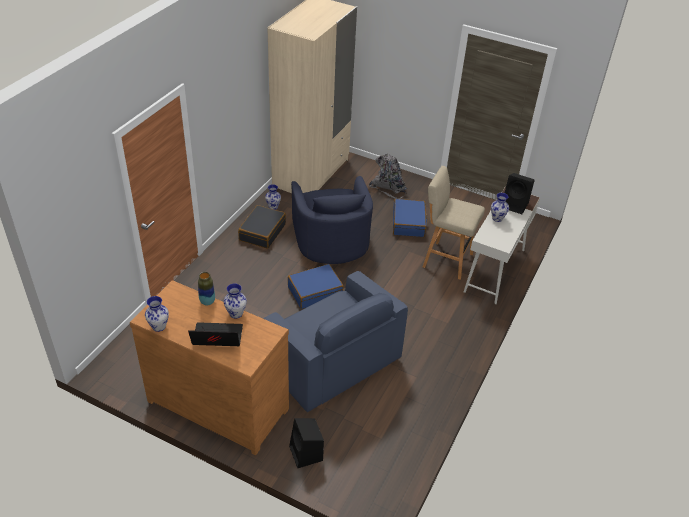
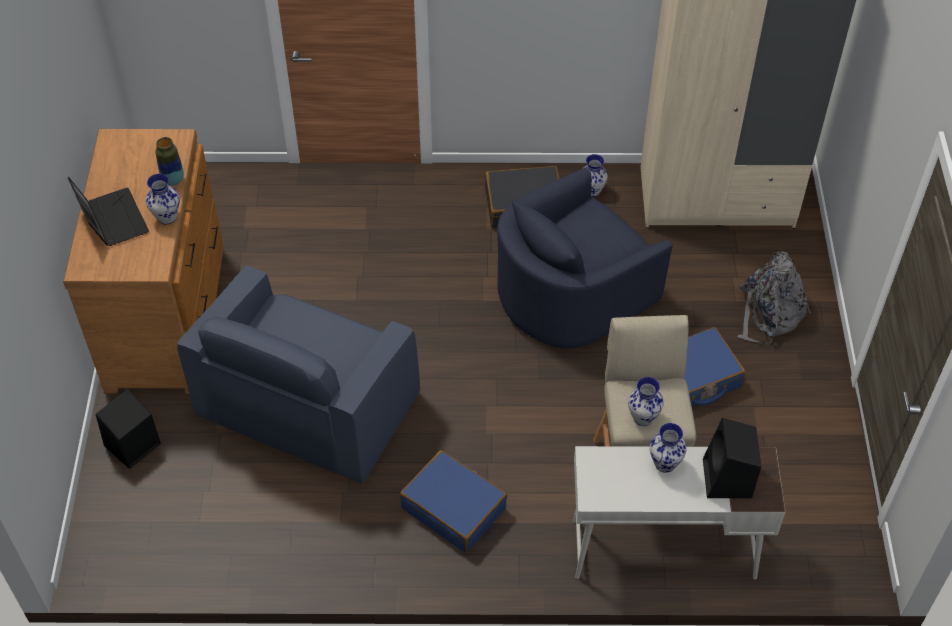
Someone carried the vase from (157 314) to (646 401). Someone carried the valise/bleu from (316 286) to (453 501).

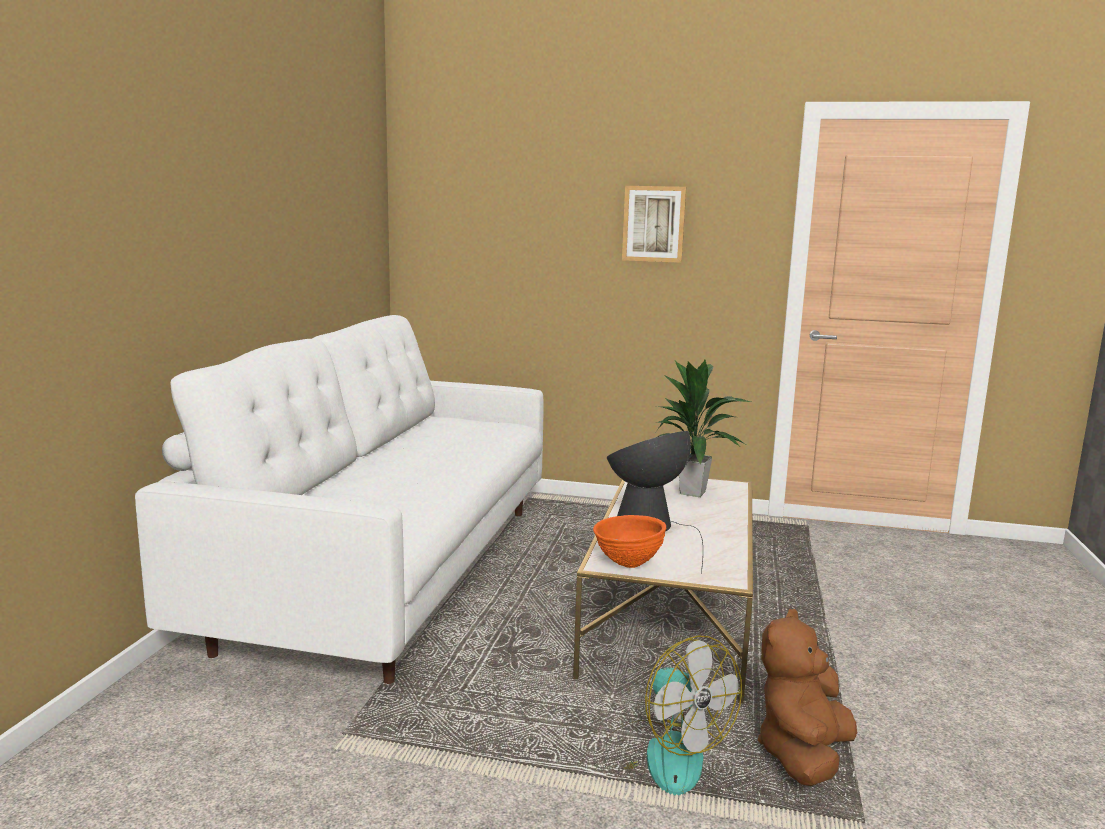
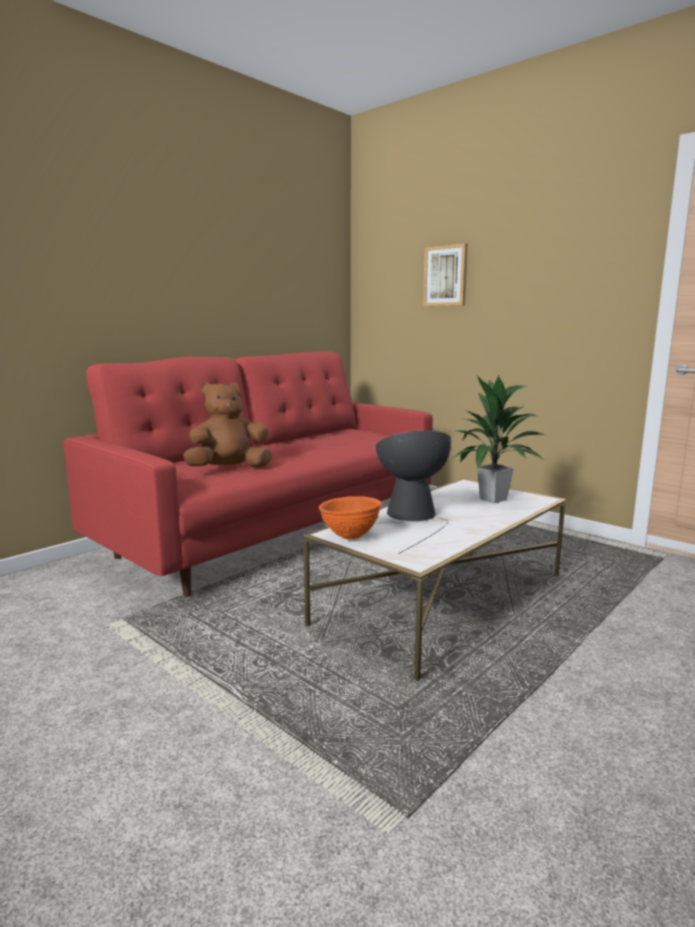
Someone took away the ventilateur at (674 715). Someone carried the tableau from (654 224) to (445 274). Someone carried the peluche/marron from (807 697) to (227 425). Someone repainted the canapé/blanc at (339 499), which became the canapé/rouge at (248 474).

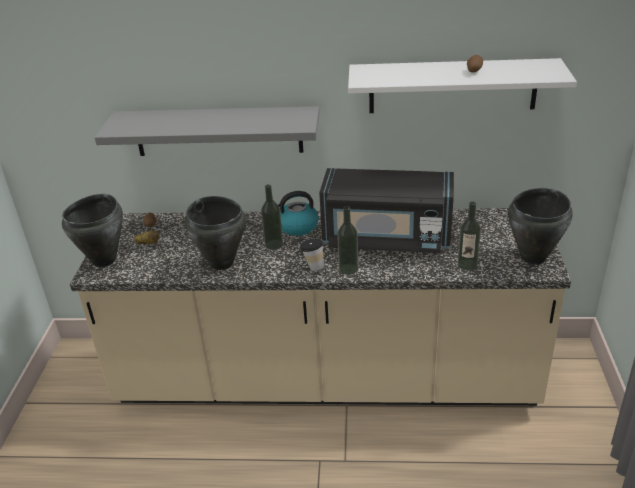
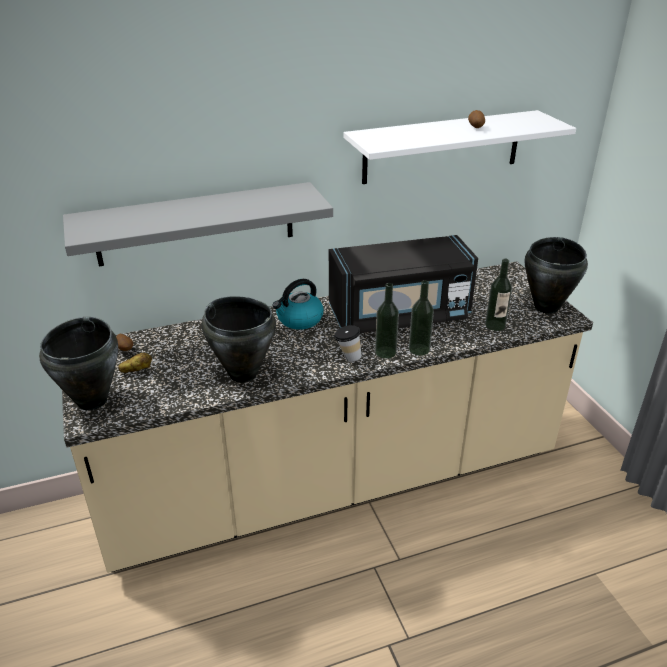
Someone carried the bouteille from (272 217) to (421 318).

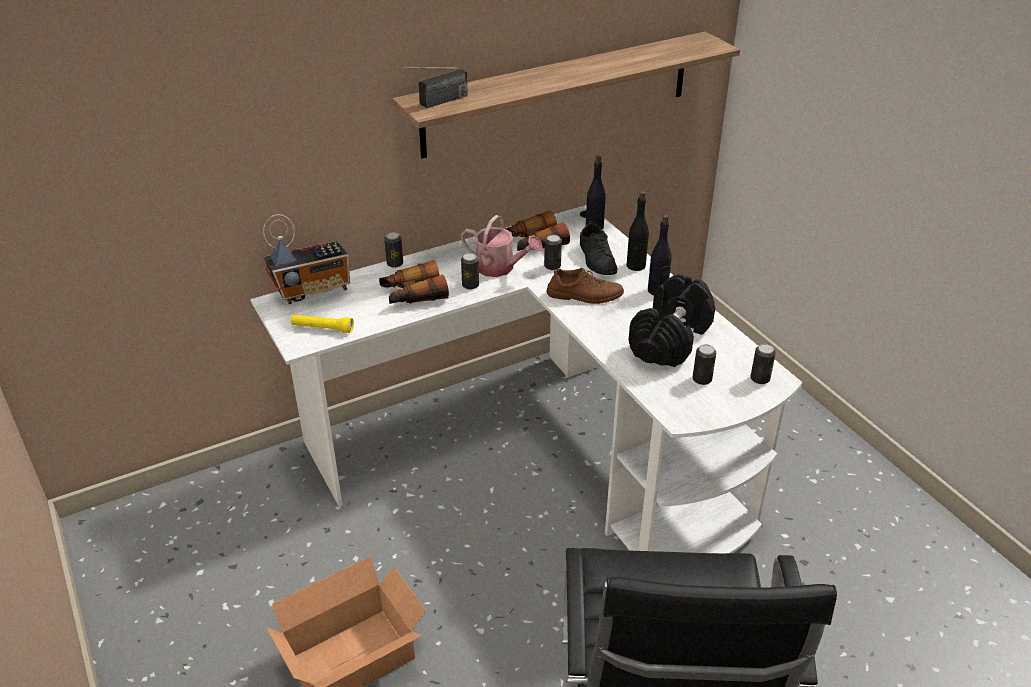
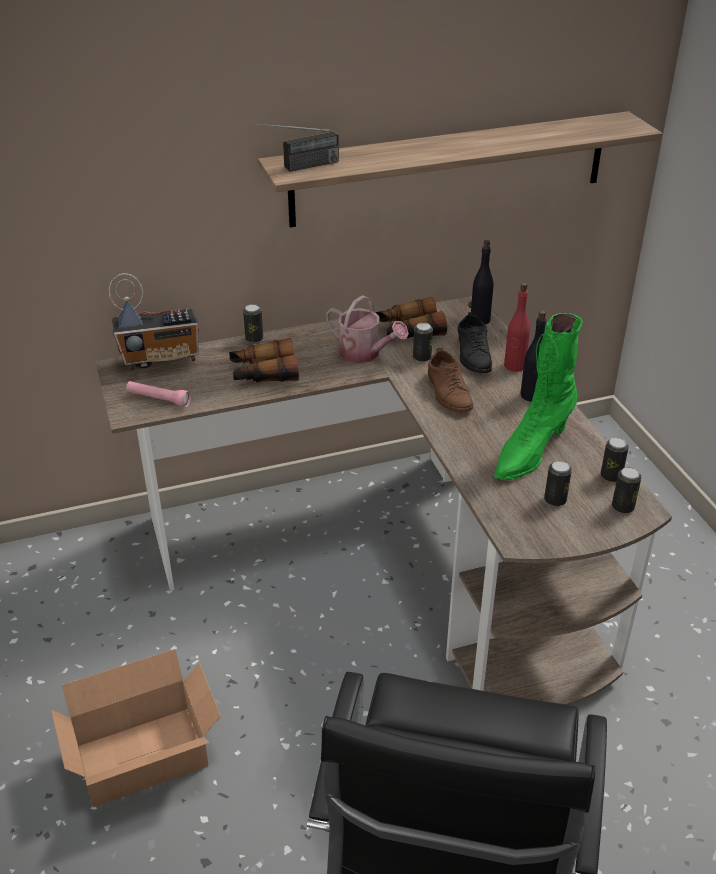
Someone carried the boîte métallique from (470 271) to (615 459). Someone swapped the haltère/noir at (672 320) for the botte/vert at (538 396). Someone repainted the bureau/blanc at (526 379), which became the bureau/marron at (383 500). Someone repainted the lampe de poche/jaune at (322 323), which became the lampe de poche/rose at (158 394). Someone repainted the bouteille/noir at (638 231), which became the bouteille/rouge at (517 327). Someone rotated the chaussure/marron at (585 286) by 60 degrees clockwise.

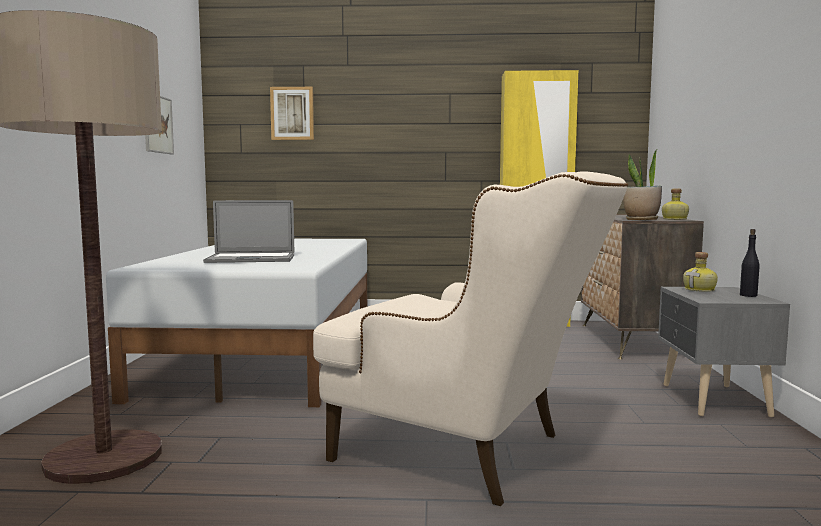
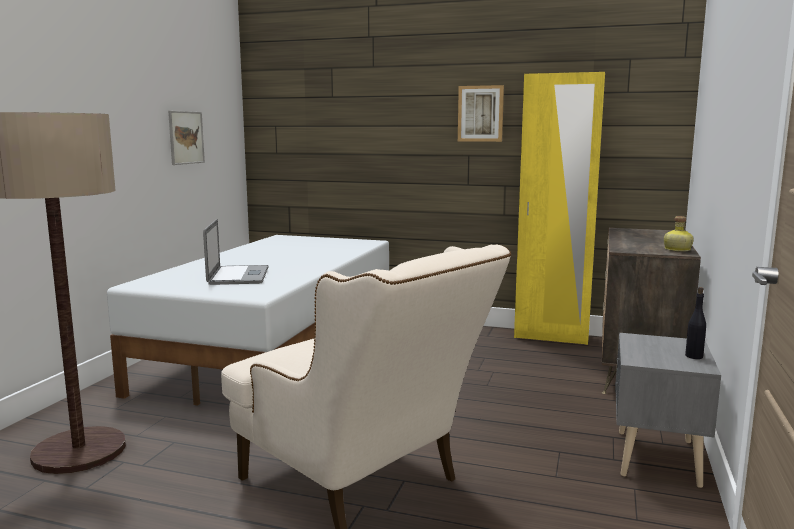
Someone took away the plante en pot at (642 184). Someone took away the bouteille at (700 272). Someone carried the tableau from (292 113) to (481 113). Someone rotated the ordinateur portable at (248 231) by 105 degrees counterclockwise.

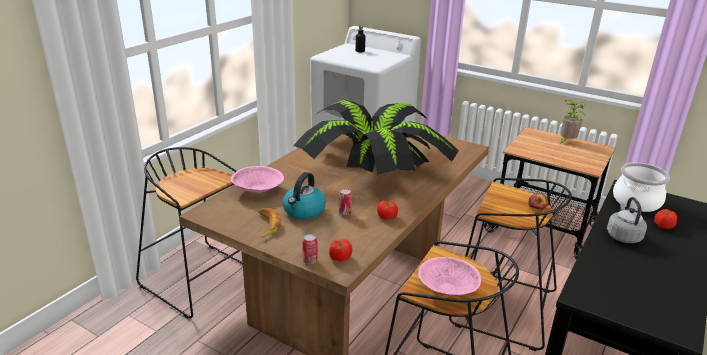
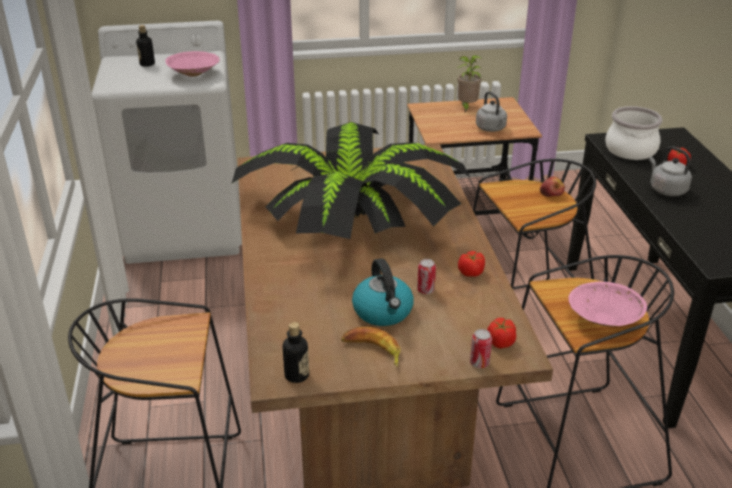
Someone put down the bouteille at (296 352). Someone put down the bouilloire/gris at (491 111). Someone carried the bol/rose from (257 179) to (192 64).

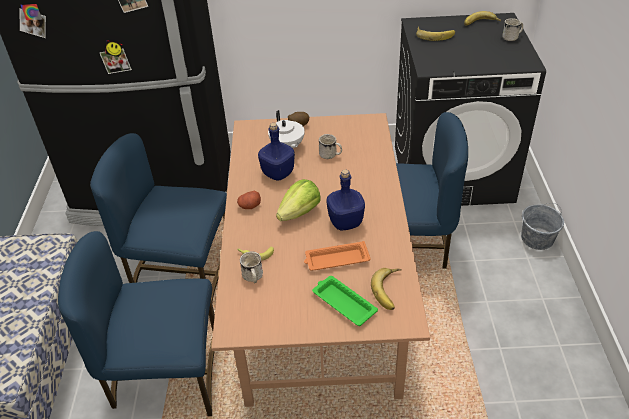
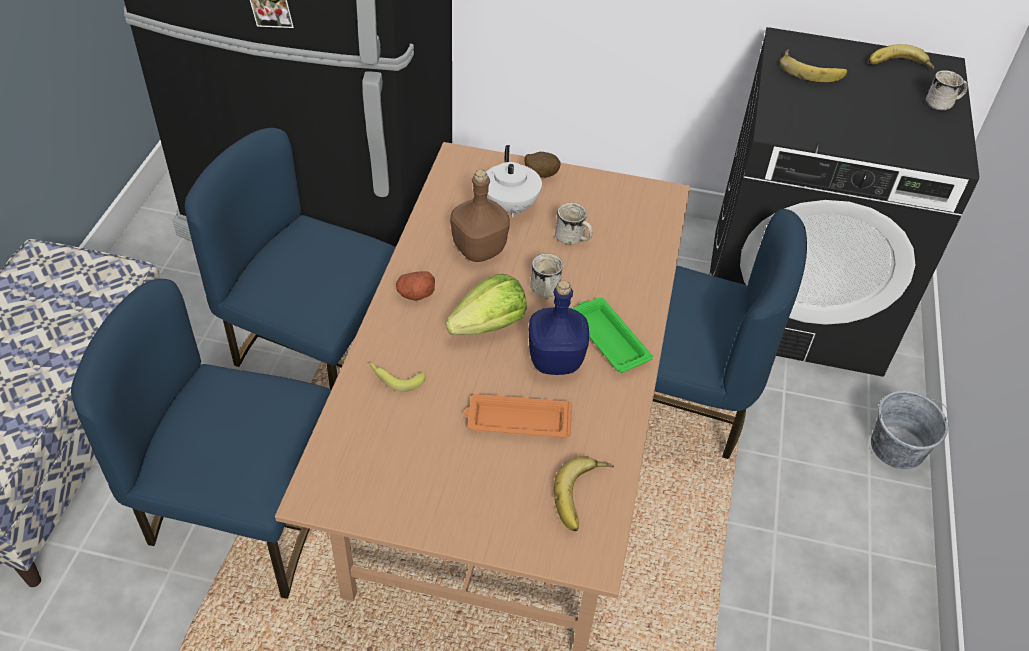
Someone carried the mug/blanc from (251 267) to (546 276). Someone carried the plateau/vert from (345 301) to (612 335). Someone repainted the bouteille/bleu at (276 151), which became the bouteille/marron at (480 216).

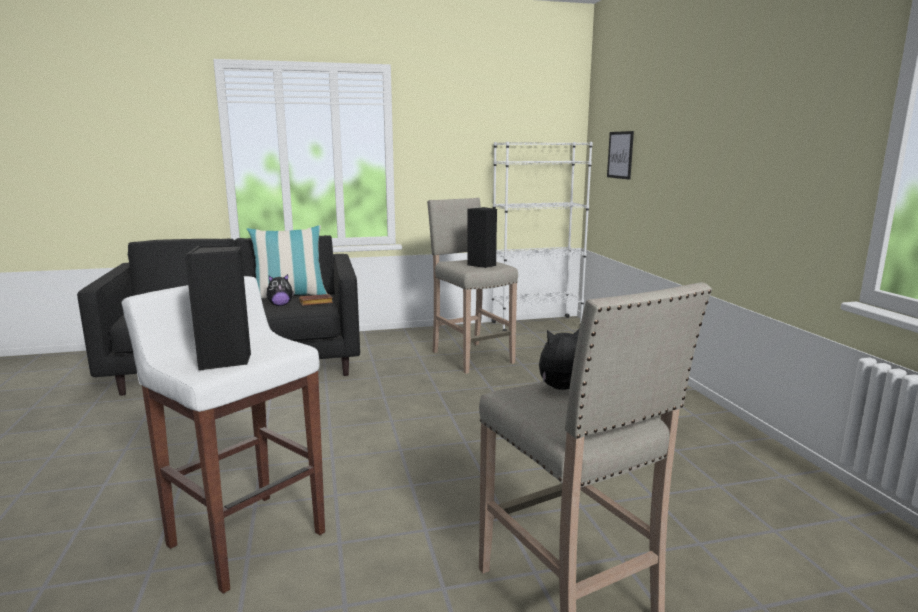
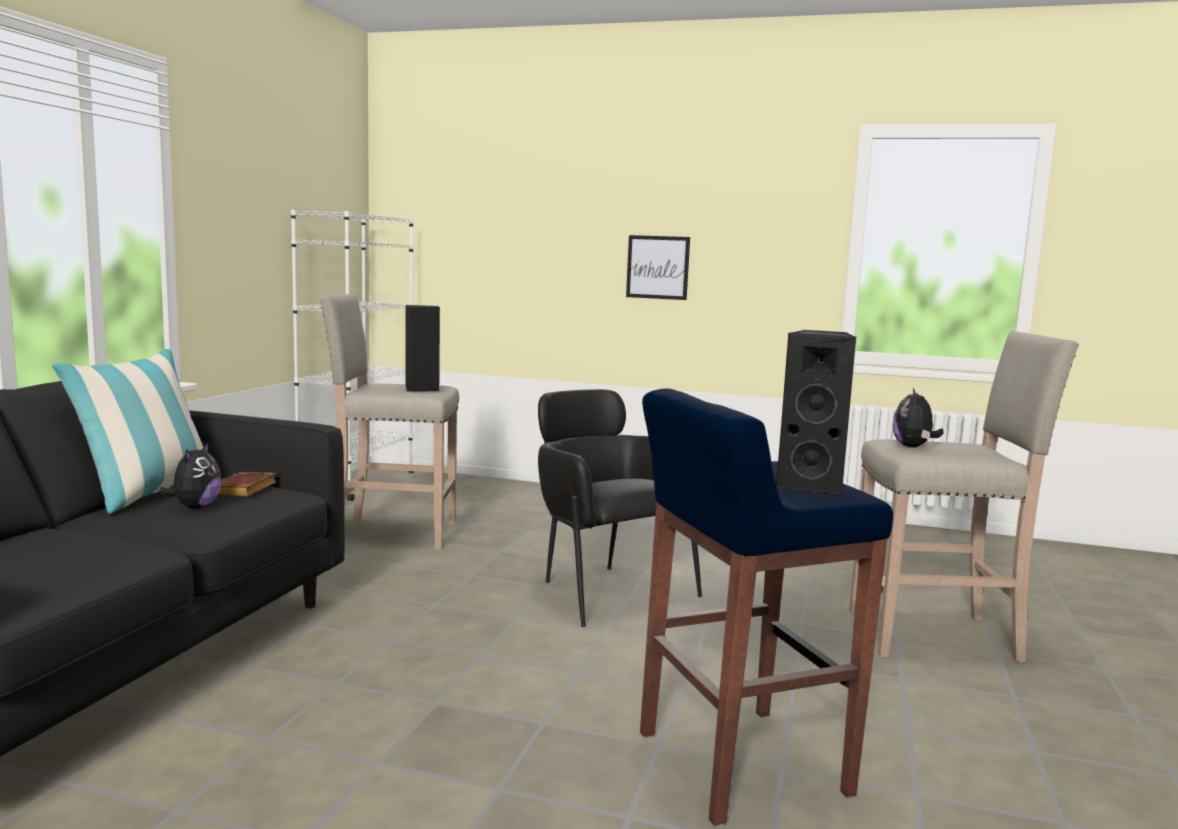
Someone put down the fauteuil/noir at (620 508). Someone carried the tableau from (620 155) to (658 267). Someone repainted the tabouret/blanc at (223 435), which became the tabouret/bleu at (766 607).

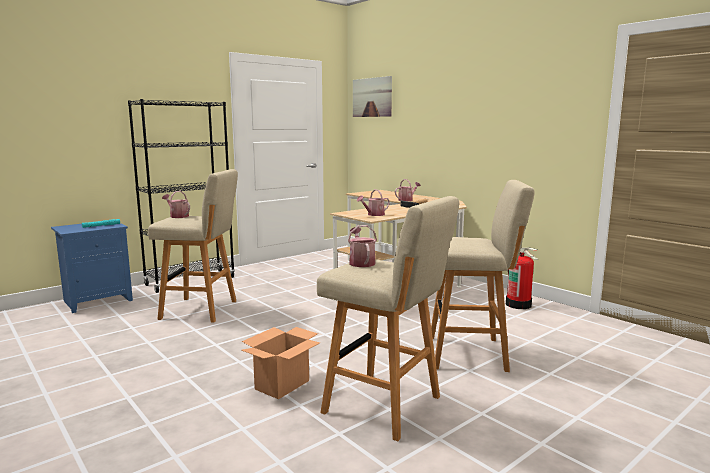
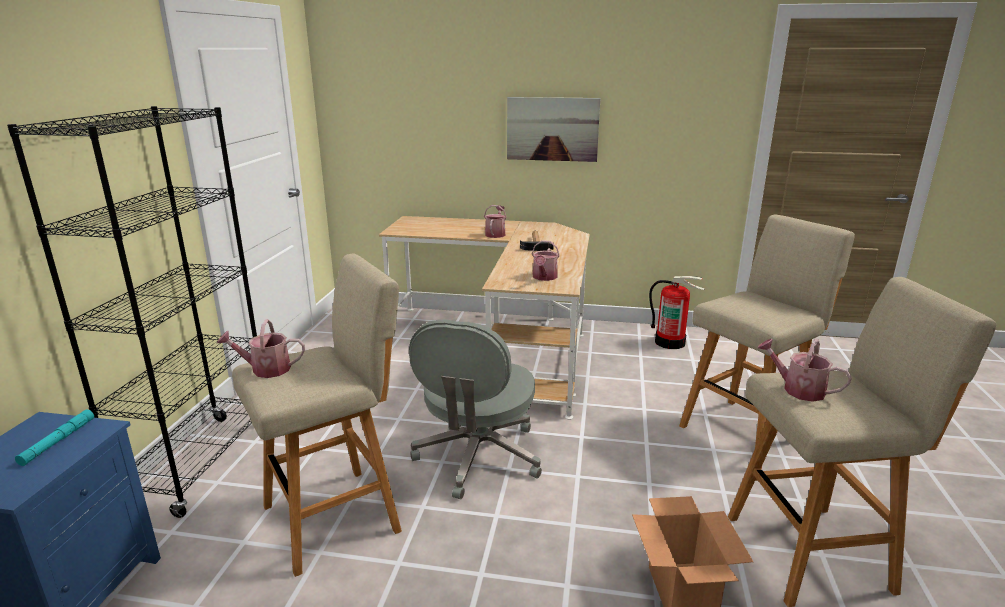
Someone put down the chaise de bureau/gris at (475 409). Someone carried the tableau from (372 96) to (554 129).

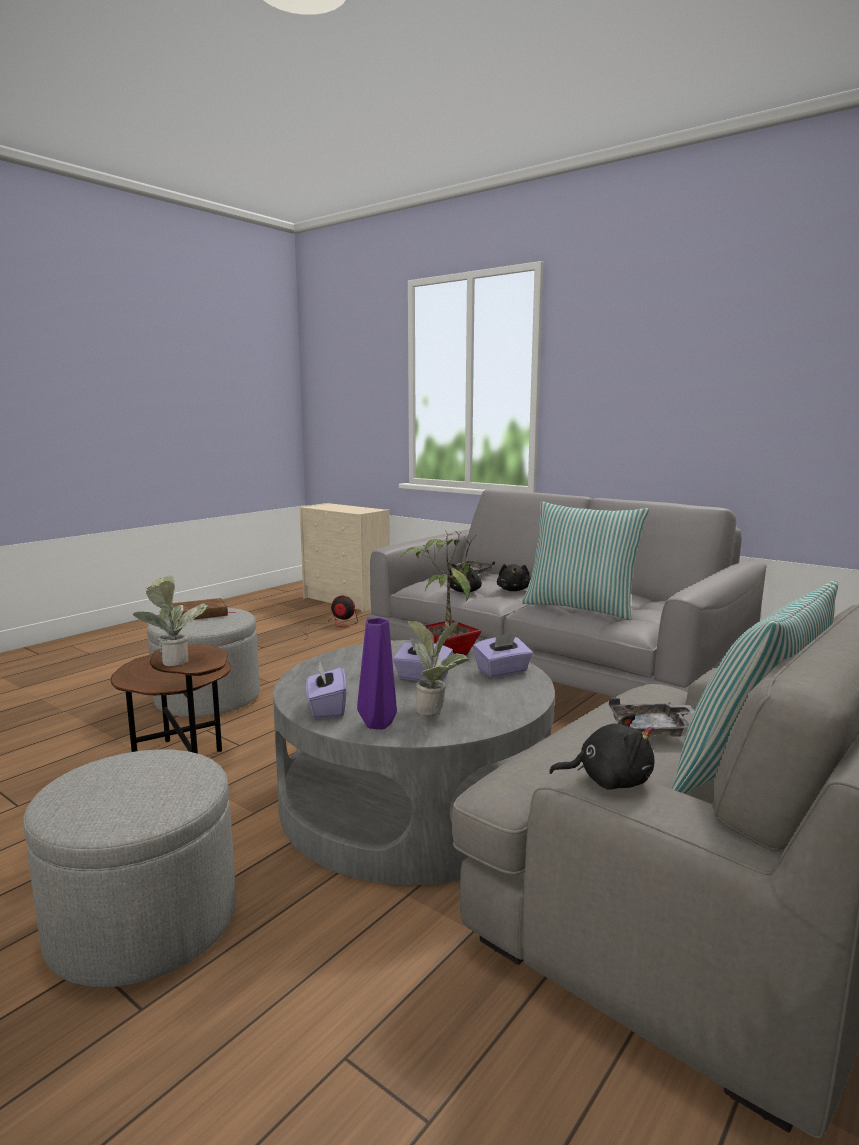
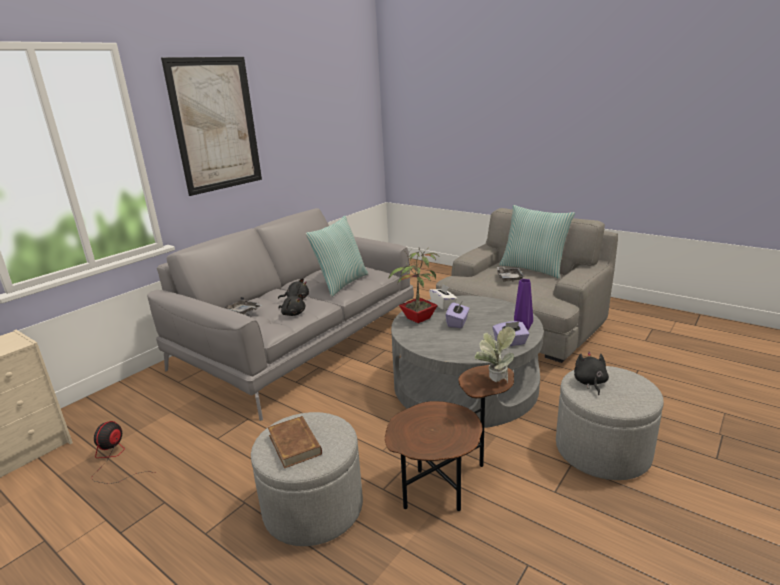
Someone took away the plante en pot at (438 668). Someone put up the tableau at (211 126). Someone carried the peluche/noir from (602 752) to (591 373). Someone repainted the boîte à mouchoirs/violet at (503 655), which became the boîte à mouchoirs/blanc at (443 297).

